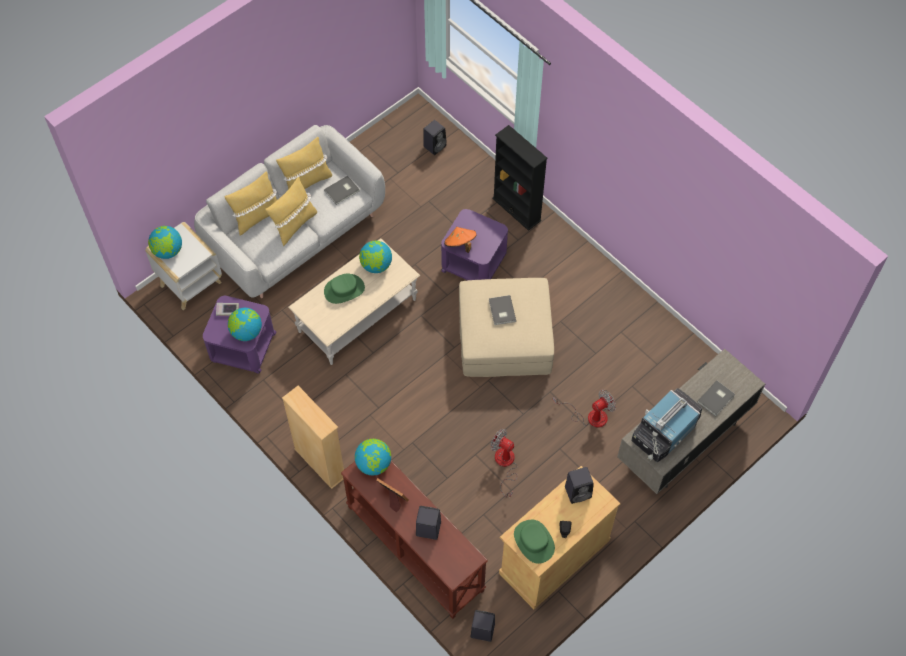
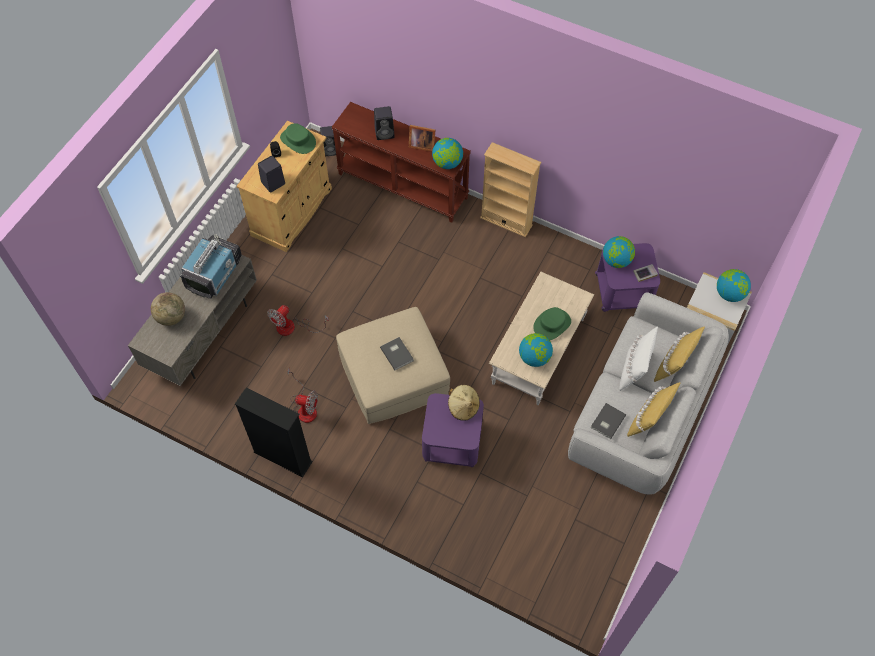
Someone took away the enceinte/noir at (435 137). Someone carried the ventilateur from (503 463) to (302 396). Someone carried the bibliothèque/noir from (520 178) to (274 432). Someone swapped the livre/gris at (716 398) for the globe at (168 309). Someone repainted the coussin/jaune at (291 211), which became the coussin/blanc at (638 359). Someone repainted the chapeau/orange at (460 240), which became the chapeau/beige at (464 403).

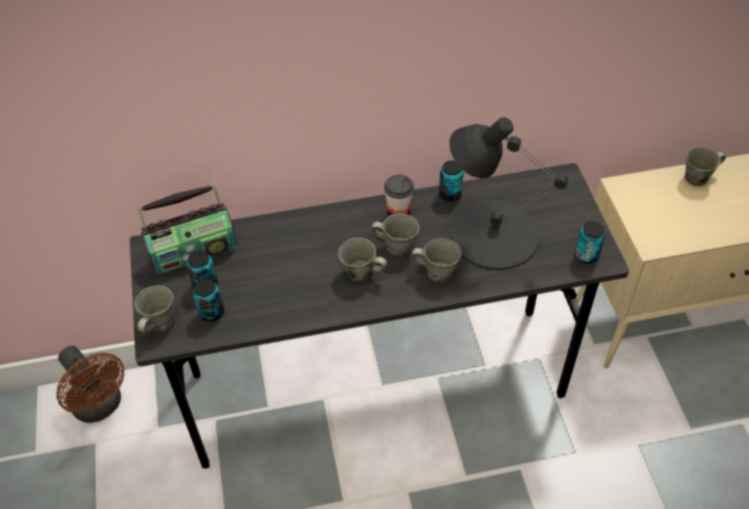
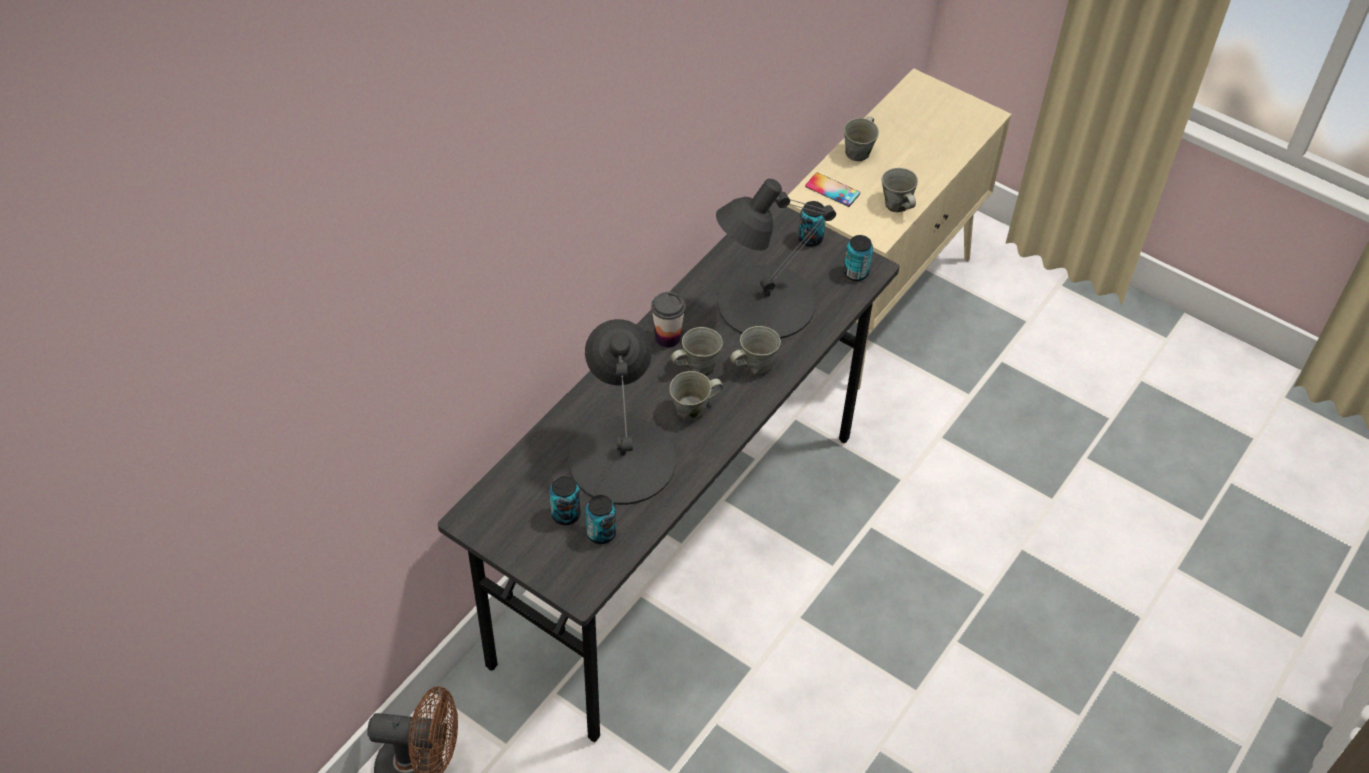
Someone took away the radio at (187 229). Someone put down the lampe de table/noir at (622 412). Someone put down the téléphone at (832 190). Someone carried the mug/gris from (155 309) to (900 190). Someone carried the boîte métallique from (451 181) to (812 224).

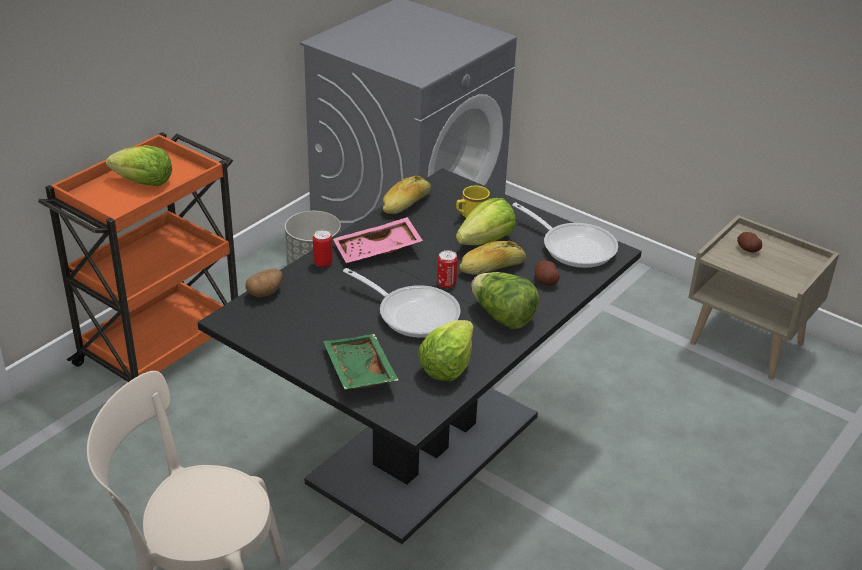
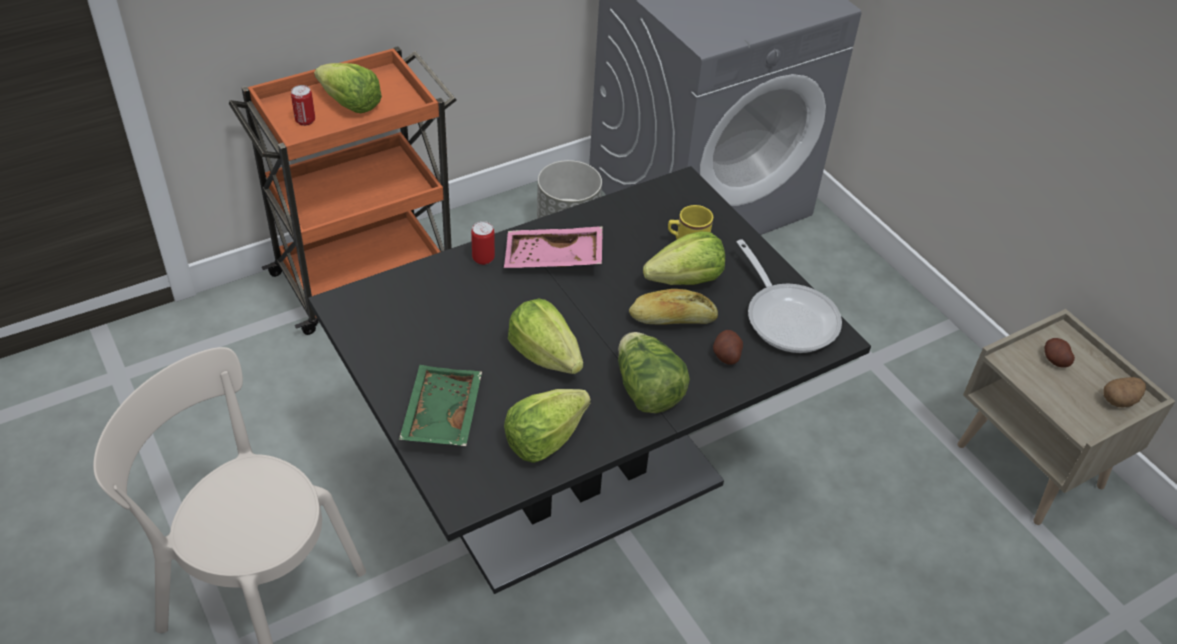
Someone took away the pain at (407 194). Someone carried the pomme de terre from (264 282) to (1124 392). Someone carried the boîte métallique from (447 269) to (303 105). Someone swapped the poêle at (402 303) for the laitue at (545 336).

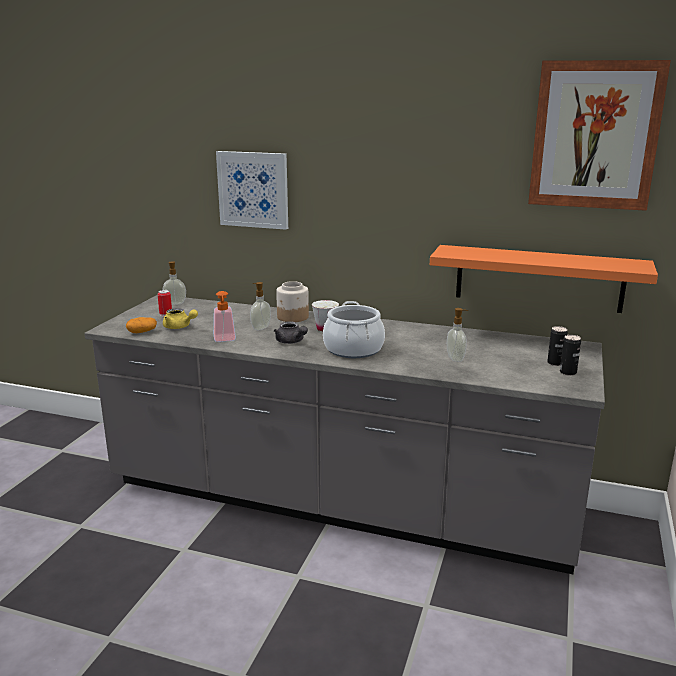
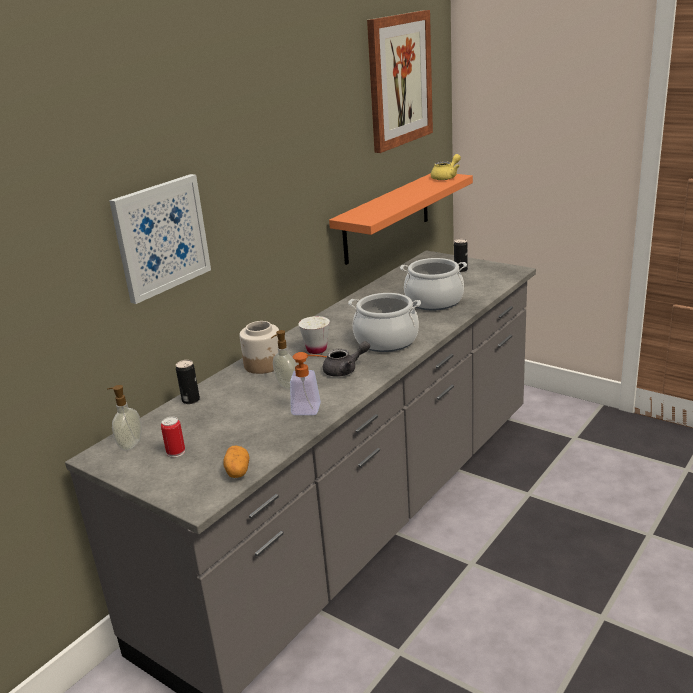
Someone carried the théière/jaune from (180 318) to (446 167). Someone carried the boîte métallique from (570 355) to (188 382). Someone swapped the distributeur de savon at (457 335) for the marmite at (433 284).

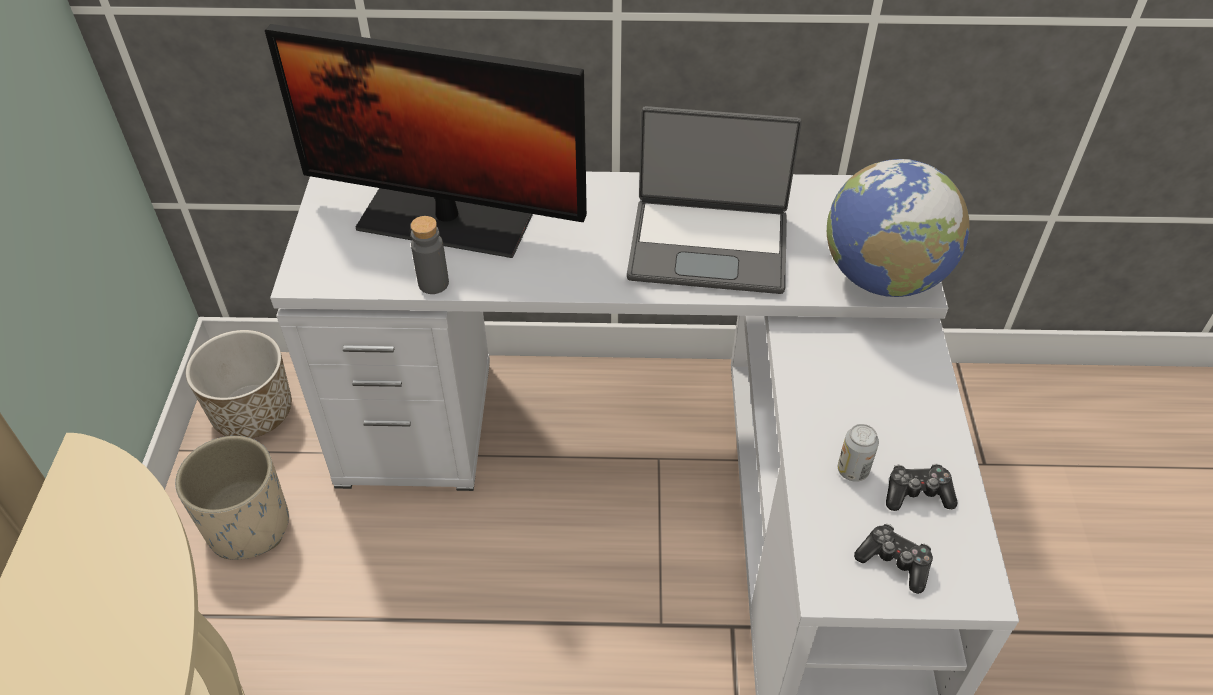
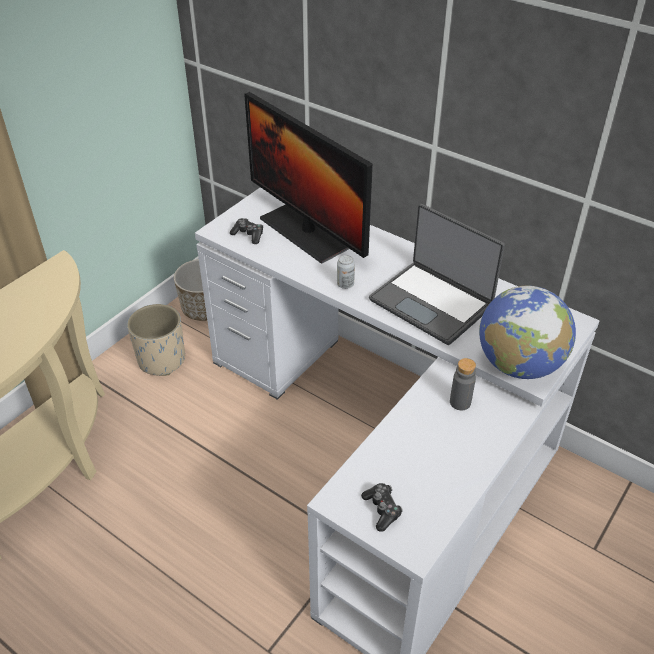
Someone carried the bouteille/gris from (430 255) to (463 384). Someone carried the boîte métallique from (858 453) to (346 272). Someone carried the manette from (922 487) to (246 231).

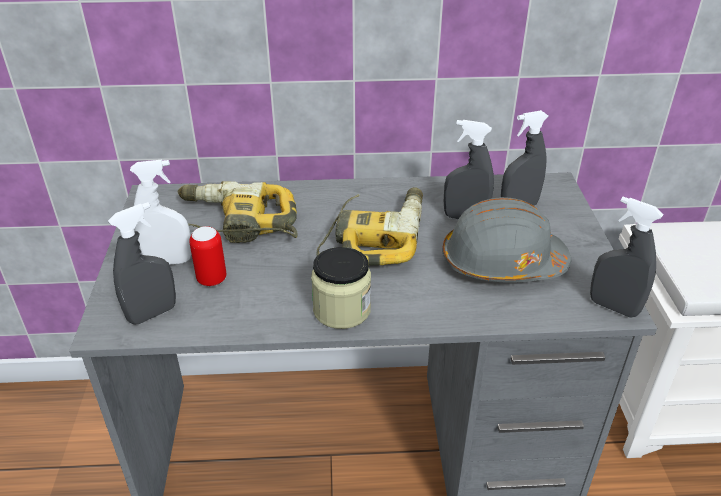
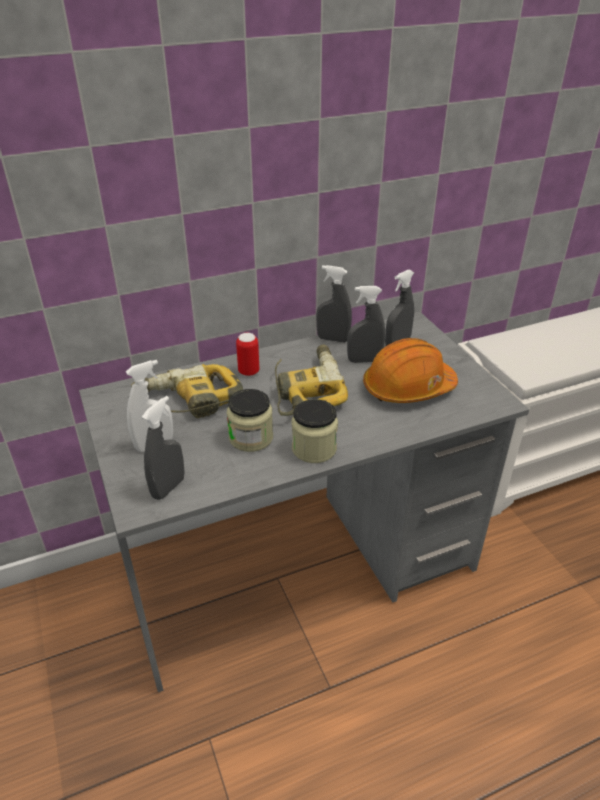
Someone put down the bocal at (250 420). Someone carried the boîte métallique from (208 256) to (247 354). Someone carried the vaporisateur/gris from (627 257) to (334 304). Someone repainted the casque de chantier/gris at (506 240), which became the casque de chantier/orange at (410 370).

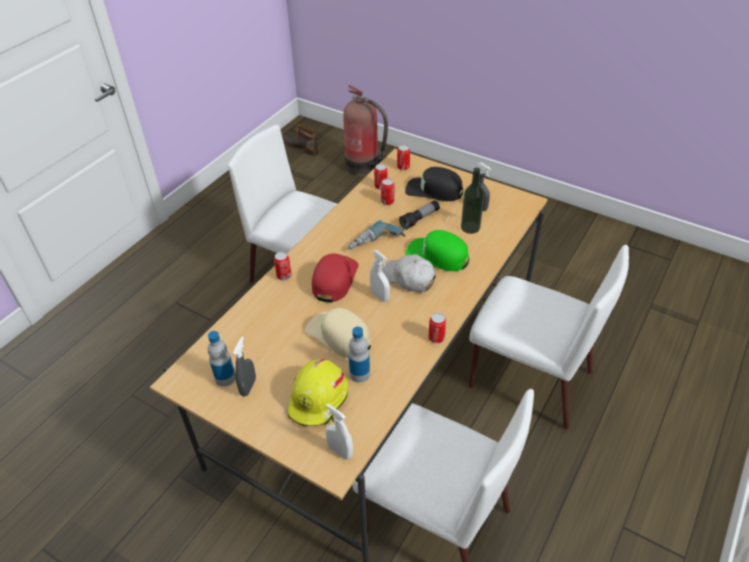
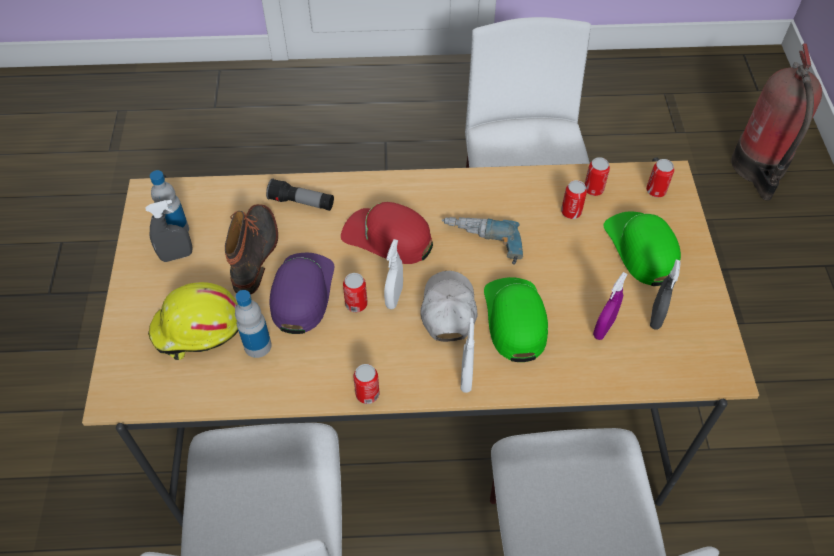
Someone carried the boîte métallique from (283 266) to (355 292). Someone carried the botte from (301 140) to (251 249). Someone carried the vaporisateur/blanc from (339 432) to (467 355). Someone carried the lampe de poche from (419 214) to (300 194). Someone swapped the bouteille at (472 201) for the vaporisateur/violet at (610 306). Someone repainted the casquette/beige at (338 333), which became the casquette/violet at (301 293). Someone repainted the casquette/noir at (434 184), which became the casquette/vert at (642 248). Someone rotated the casquette/rouge at (335 277) by 135 degrees counterclockwise.

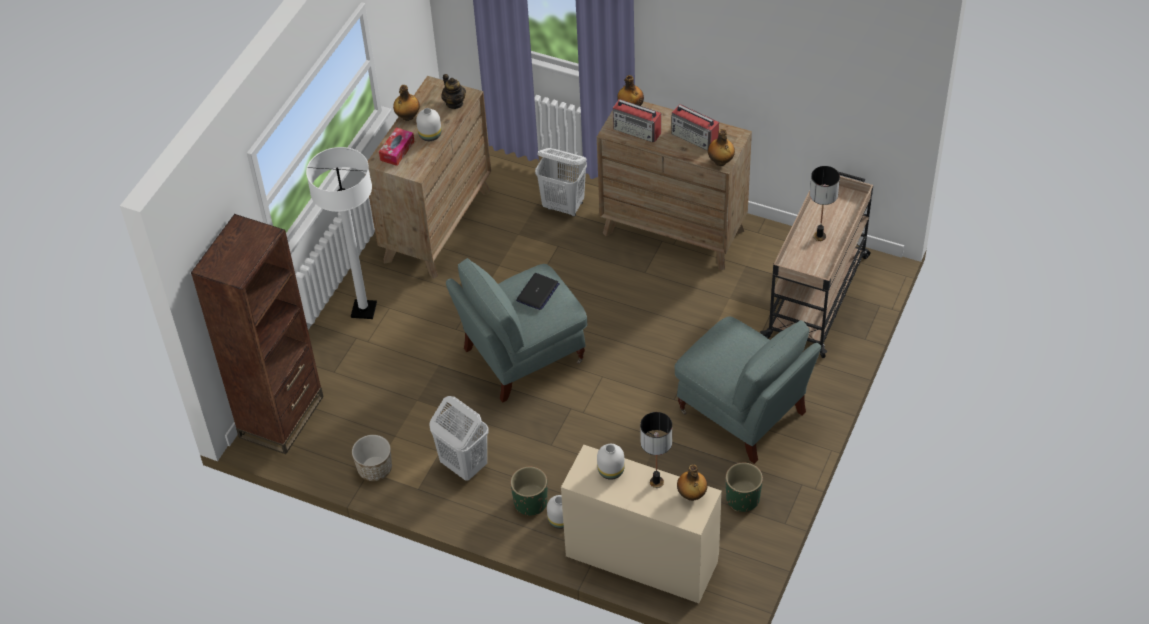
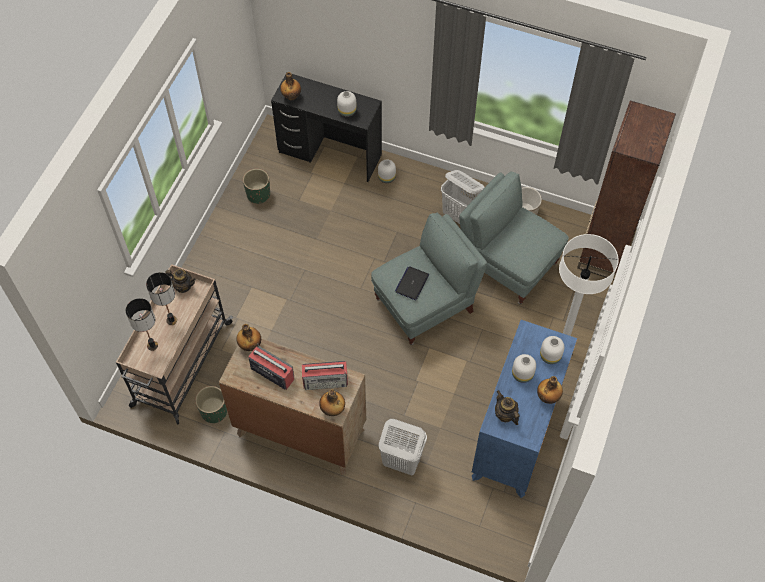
Someone put down the théière at (180 281). Someone carried the cache-pot/vert from (528 491) to (211 404). Someone carried the lampe de table from (656 450) to (142 324). Someone carried the fauteuil/gris from (747 390) to (514 238). Someone swapped the boîte à mouchoirs at (397 146) for the vase/blanc at (552 350). Someone repainted the commode/marron at (428 177), which became the commode/bleu at (524 409). Someone repainted the bureau/beige at (641 523), which became the bureau/noir at (326 128). Someone rotated the radio at (637 120) by 150 degrees clockwise.

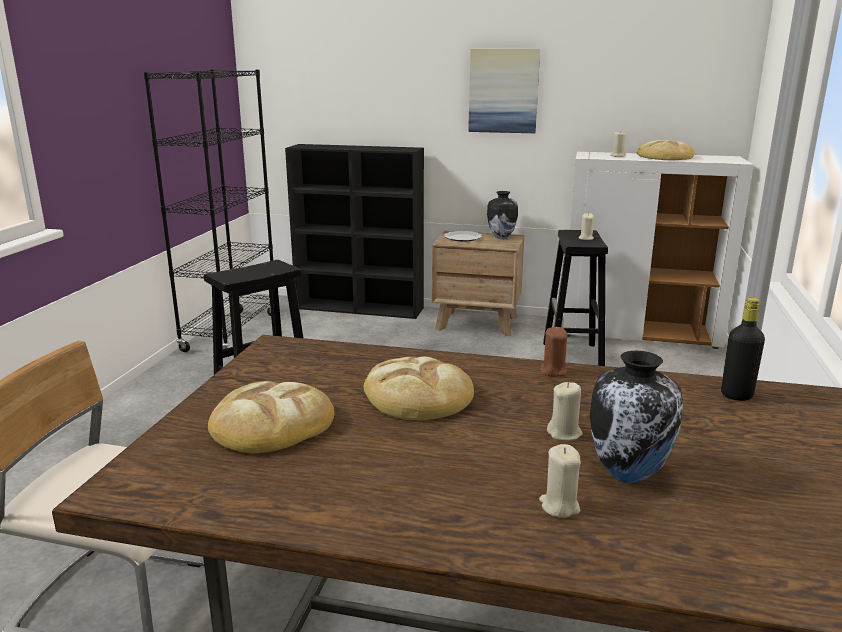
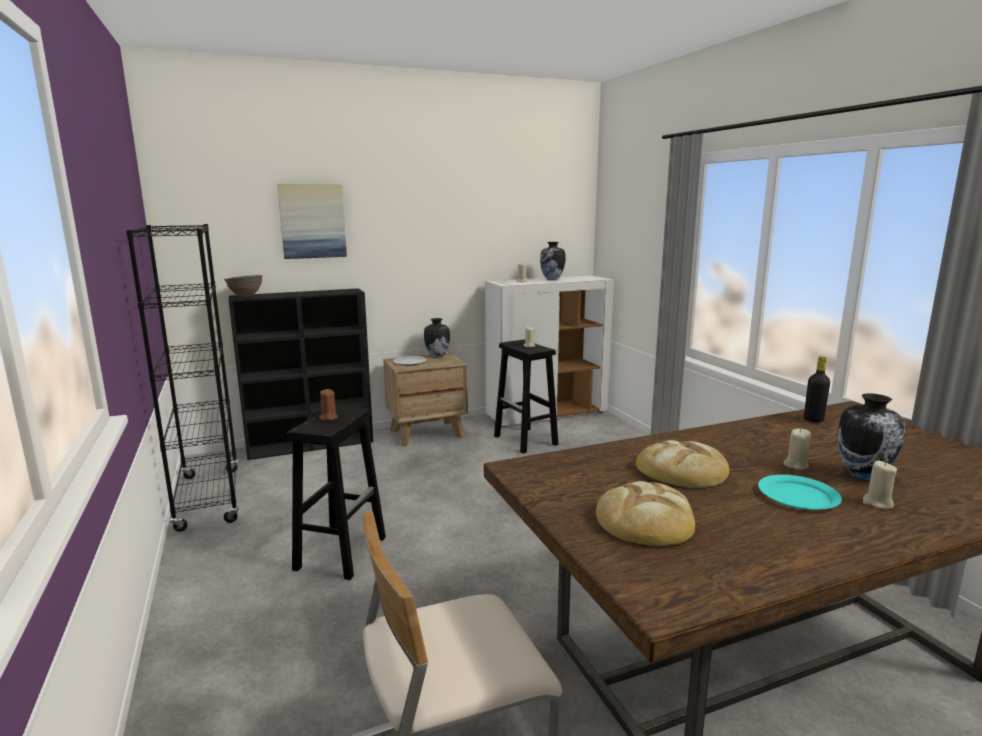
Someone put down the bol/marron at (243 286). Someone put down the assiette/turquoise at (800 492). Someone carried the tableau from (504 91) to (312 221). Someone carried the bougie/marron from (553 352) to (329 405). Someone swapped the pain at (665 150) for the vase at (552 261).

